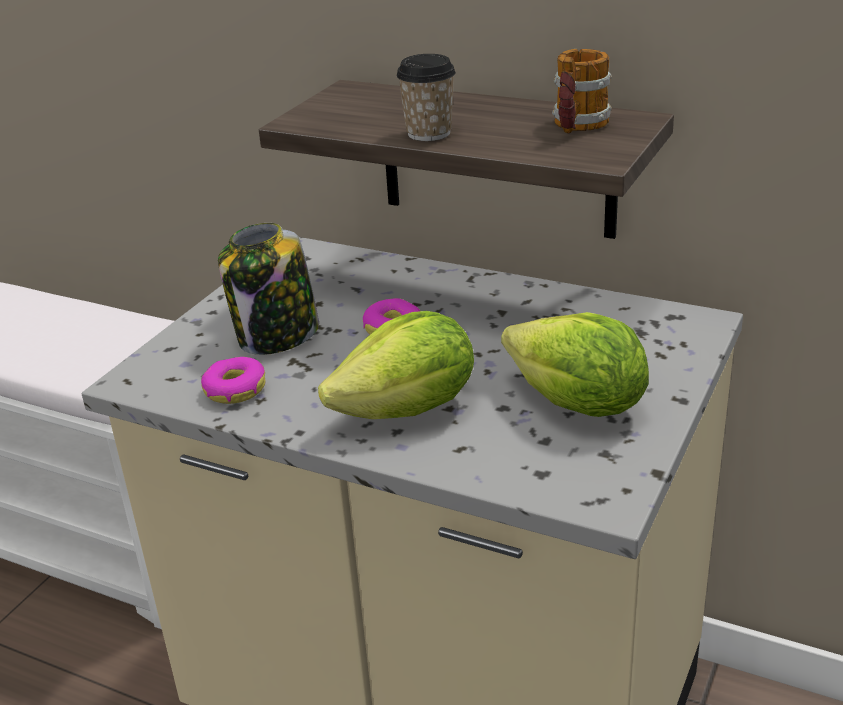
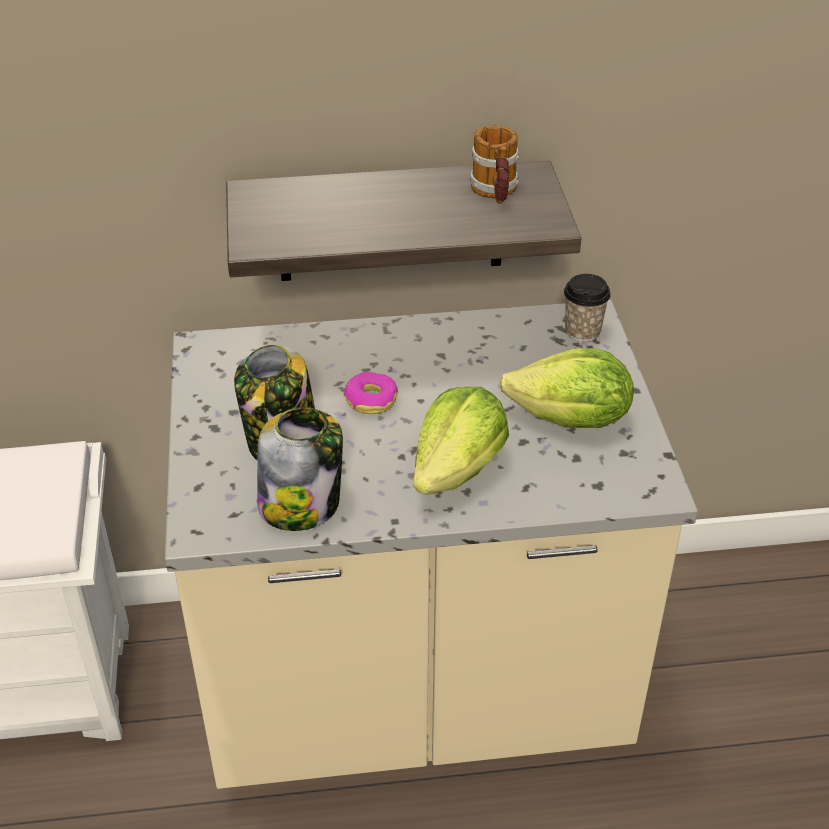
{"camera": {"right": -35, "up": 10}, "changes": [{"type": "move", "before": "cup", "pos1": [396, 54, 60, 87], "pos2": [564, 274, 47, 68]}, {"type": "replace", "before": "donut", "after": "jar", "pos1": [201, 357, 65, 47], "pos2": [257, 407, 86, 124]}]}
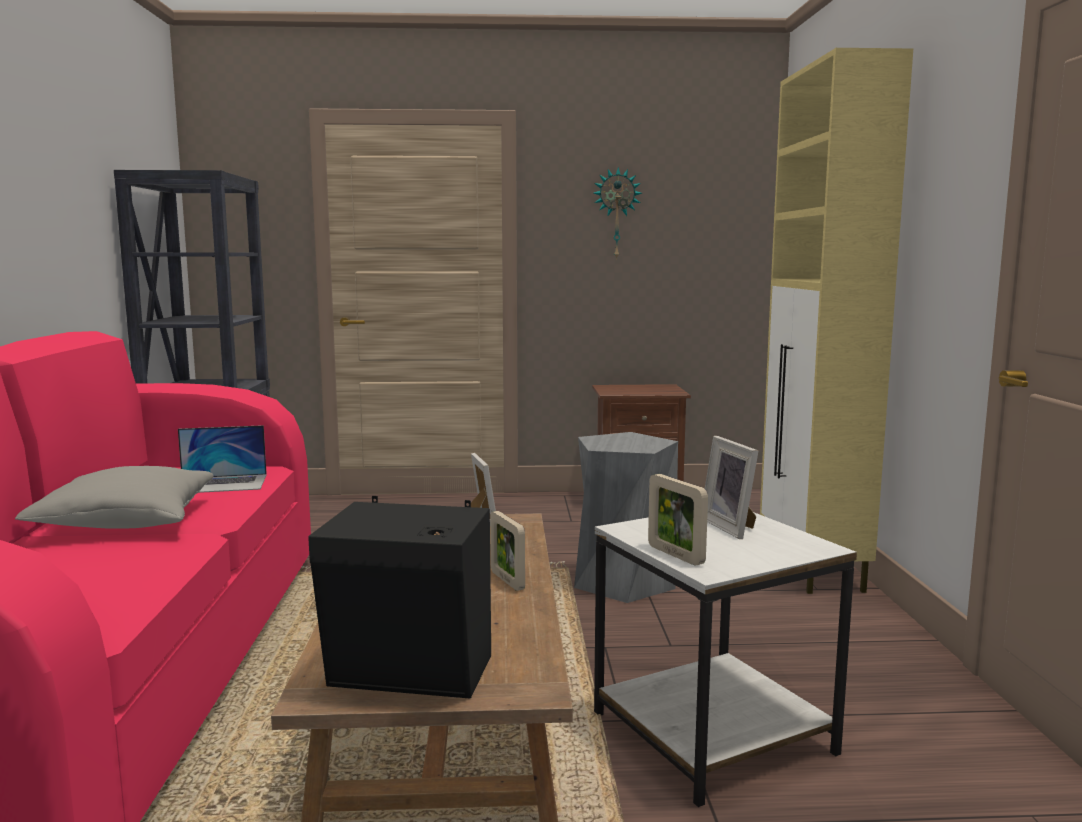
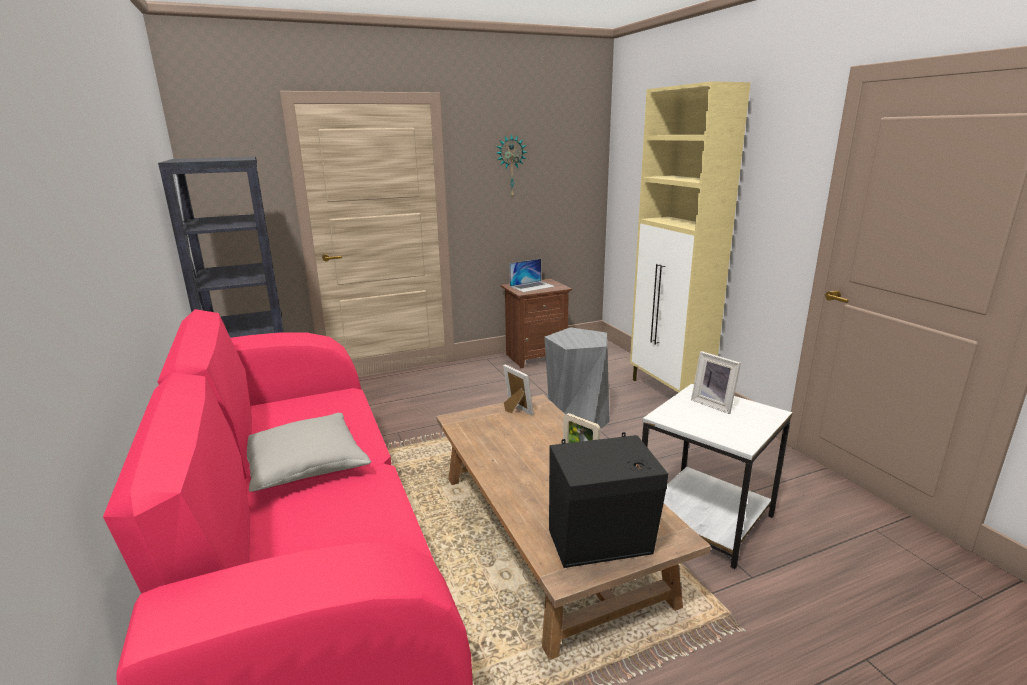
{"camera": {"right": -20, "up": 10}, "changes": [{"type": "move", "before": "laptop", "pos1": [178, 425, 89, 68], "pos2": [510, 259, 45, 33]}, {"type": "delete", "before": "picture frame", "pos1": [648, 474, 60, 92]}]}
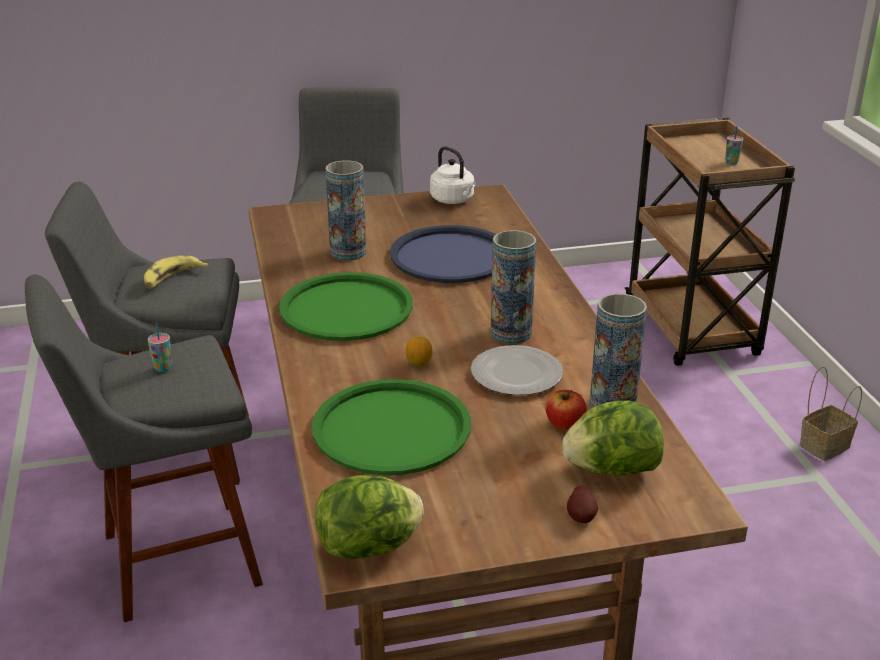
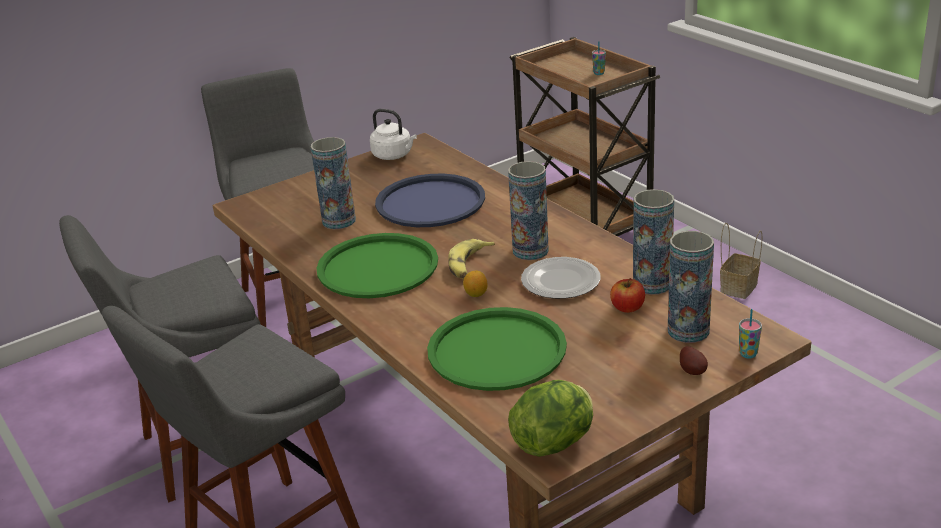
{"camera": {"right": -20, "up": 0}, "changes": [{"type": "move", "before": "banana", "pos1": [144, 255, 65, 34], "pos2": [448, 239, 47, 40]}, {"type": "move", "before": "cup", "pos1": [148, 323, 24, 49], "pos2": [739, 309, 23, 49]}, {"type": "replace", "before": "lettuce", "after": "vase", "pos1": [562, 401, 102, 75], "pos2": [668, 231, 46, 112]}]}
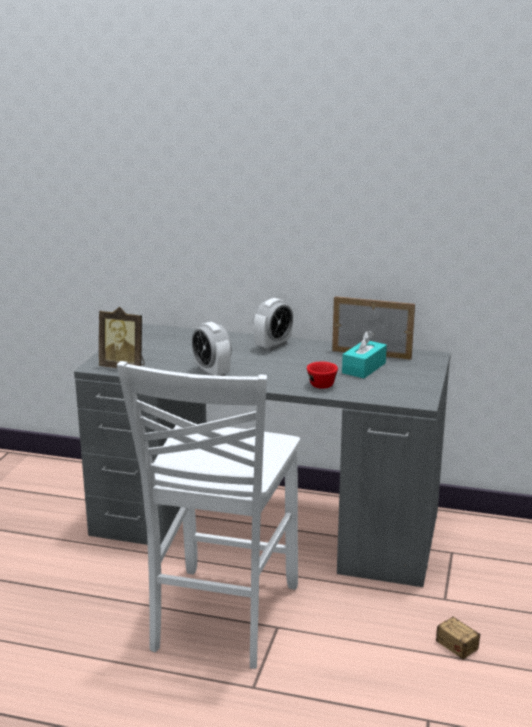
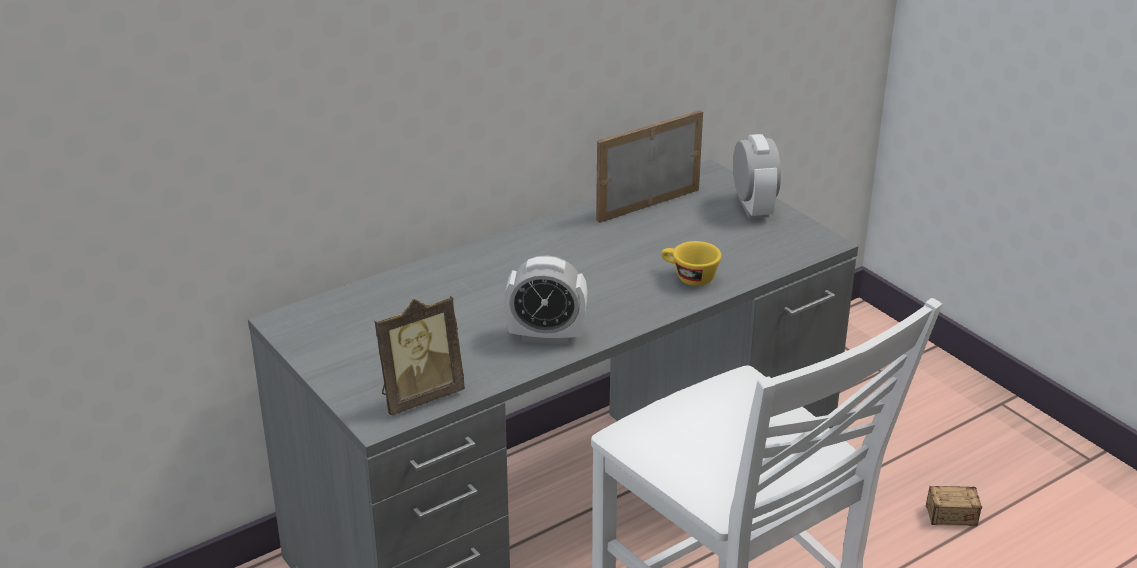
{"camera": {"right": -50, "up": 10}, "changes": [{"type": "move", "before": "alarm clock", "pos1": [253, 298, 40, 53], "pos2": [733, 134, 48, 85]}, {"type": "delete", "before": "turquoise tissue box", "pos1": [342, 330, 45, 48]}, {"type": "recolor", "before": "red cup", "after": "yellow cup", "pos1": [307, 361, 31, 28], "pos2": [661, 241, 60, 45]}]}
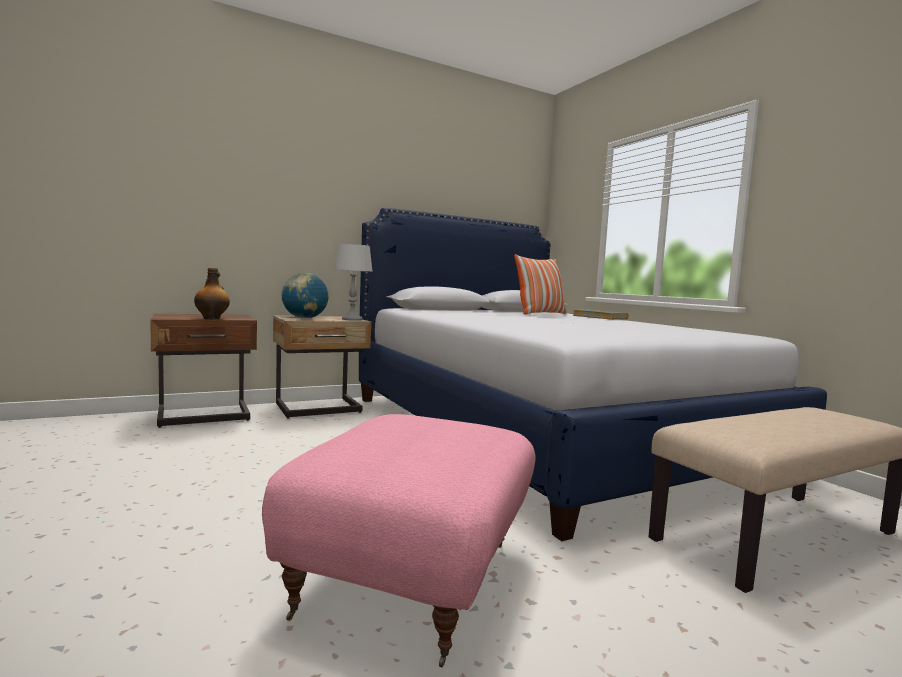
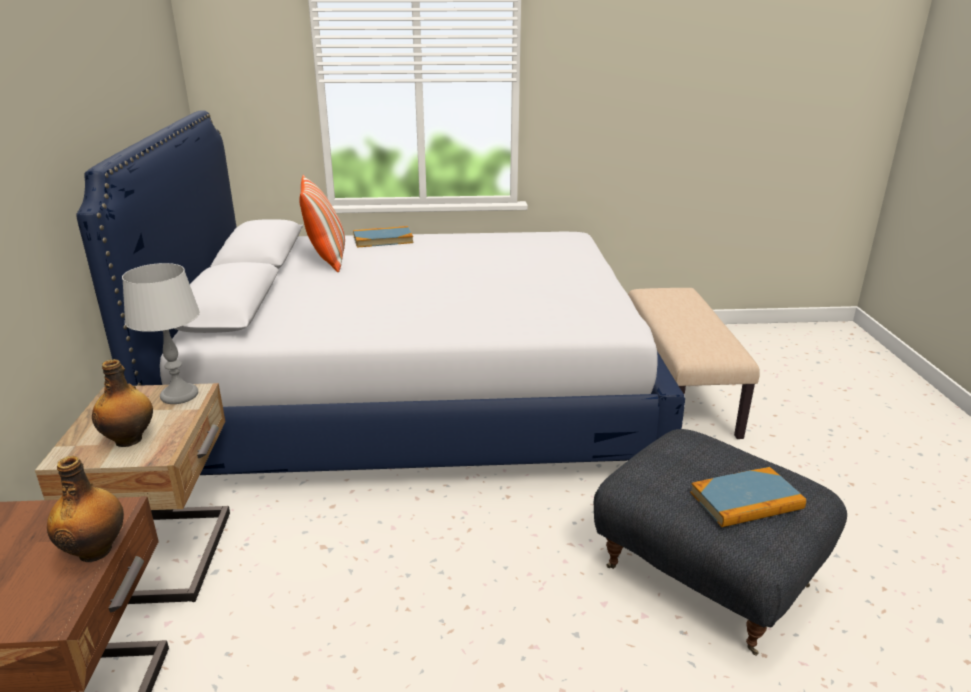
{"camera": {"right": -65, "up": 20}, "changes": [{"type": "replace", "before": "globe", "after": "bottle", "pos1": [282, 273, 47, 45], "pos2": [92, 359, 61, 88]}, {"type": "recolor", "before": "pink ottoman", "after": "grey ottoman", "pos1": [262, 414, 274, 253], "pos2": [594, 429, 253, 226]}, {"type": "insert", "after": "book", "pos2": [690, 467, 116, 60]}]}
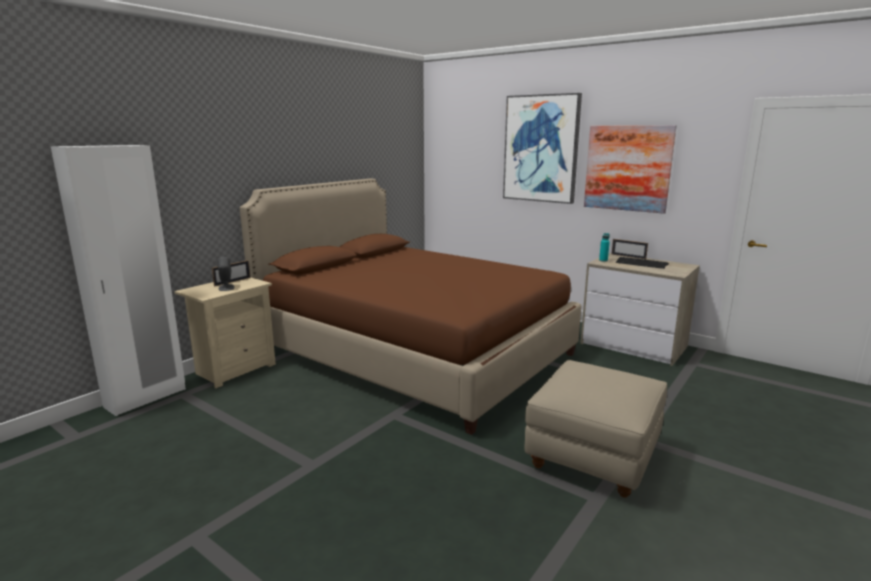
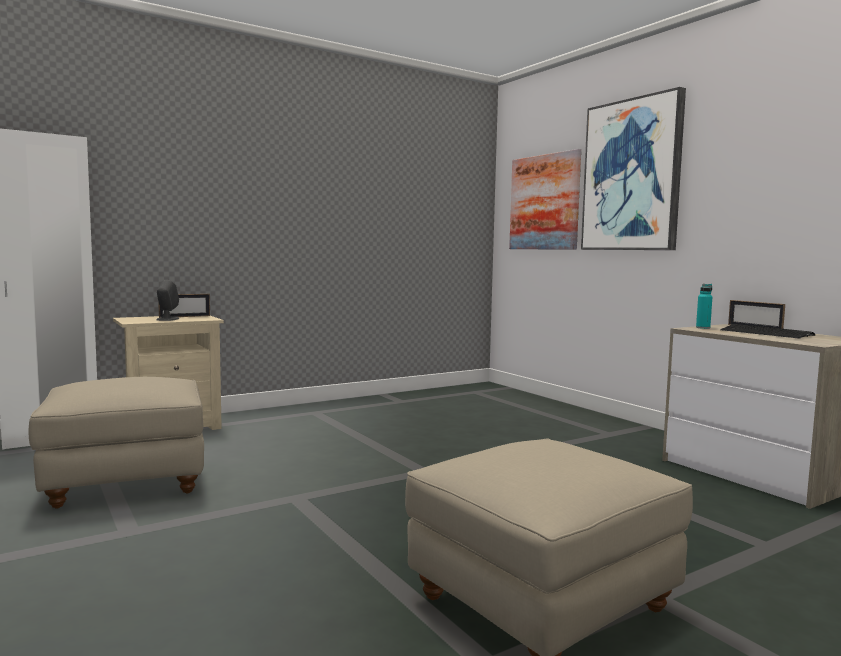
{"camera": {"right": 20, "up": -10}, "changes": [{"type": "move", "before": "picture", "pos1": [584, 125, 92, 89], "pos2": [509, 149, 72, 101]}, {"type": "delete", "before": "brown bed", "pos1": [240, 178, 341, 257]}, {"type": "insert", "after": "beige ottoman", "pos2": [29, 377, 175, 132]}]}
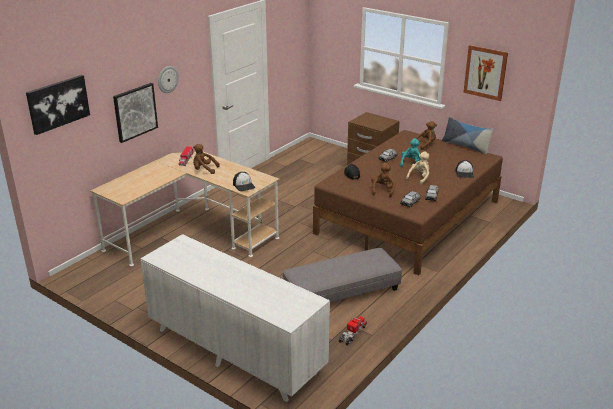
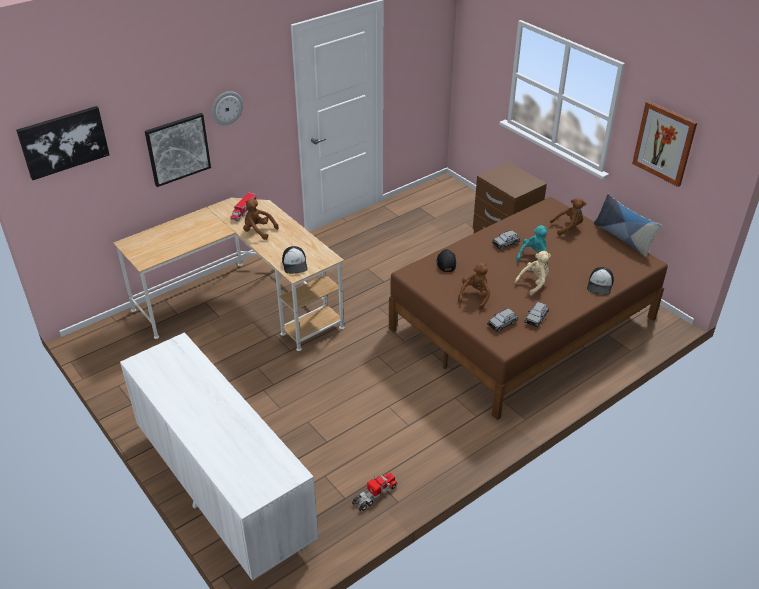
{"camera": {"right": 15, "up": 10}, "changes": [{"type": "delete", "before": "grey ottoman", "pos1": [283, 248, 119, 54]}]}
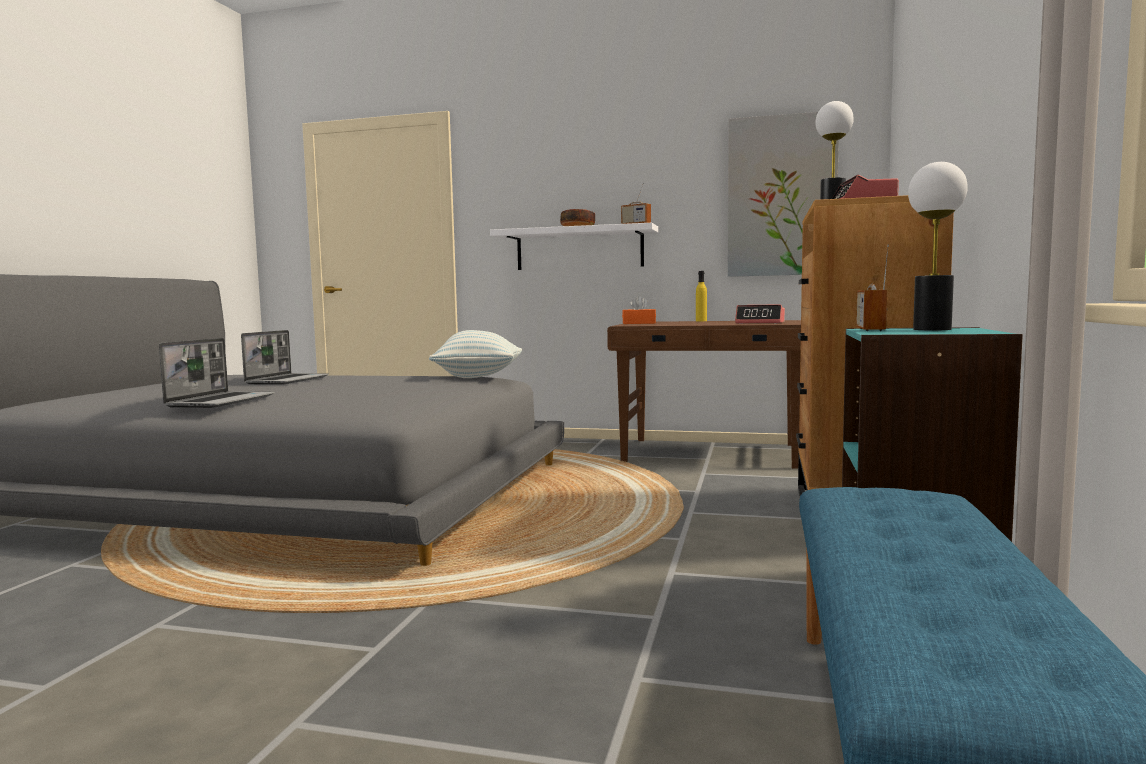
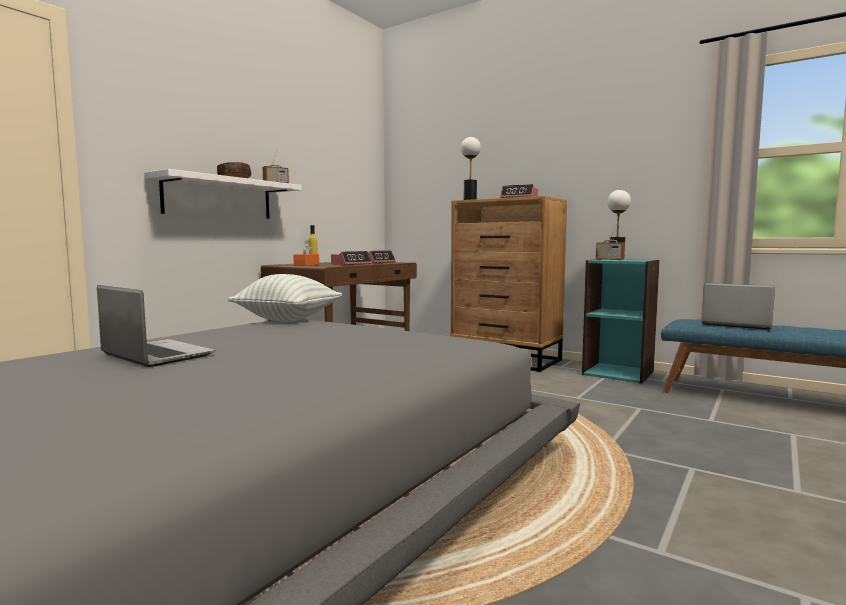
{"camera": {"right": -70, "up": 0}, "changes": [{"type": "delete", "before": "picture", "pos1": [728, 112, 111, 165]}, {"type": "move", "before": "laptop", "pos1": [159, 338, 115, 70], "pos2": [702, 283, 73, 47]}, {"type": "insert", "after": "alarm clock", "pos2": [331, 251, 41, 14]}]}
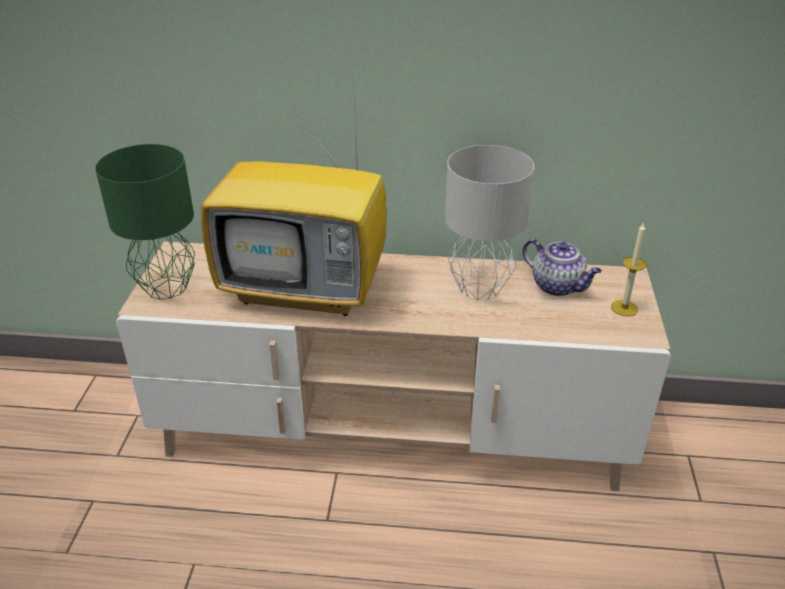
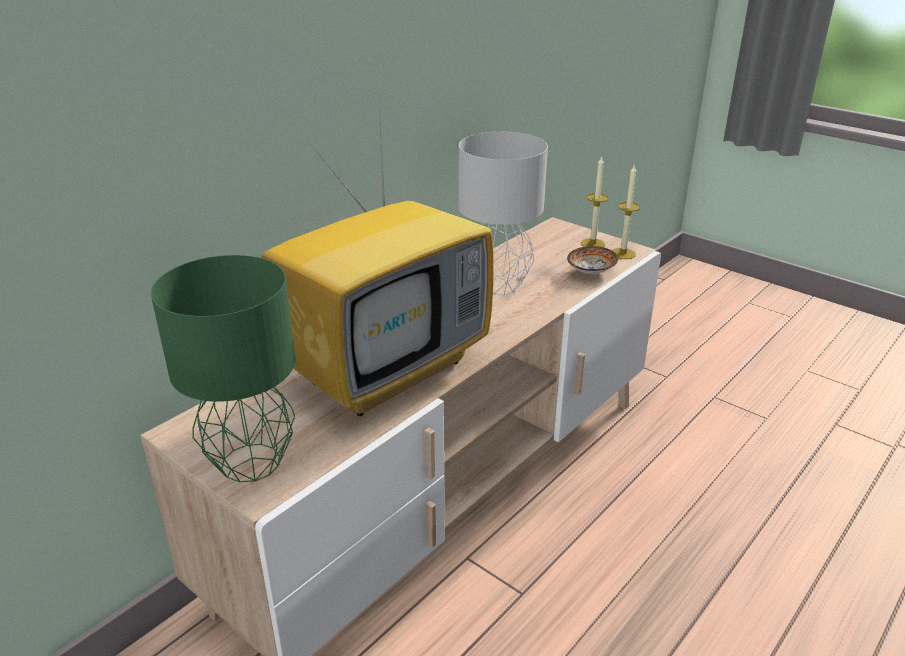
{"camera": {"right": -55, "up": -5}, "changes": [{"type": "delete", "before": "teapot", "pos1": [523, 239, 79, 57]}, {"type": "insert", "after": "candle", "pos2": [612, 164, 28, 95]}, {"type": "insert", "after": "bowl", "pos2": [567, 246, 51, 28]}]}
